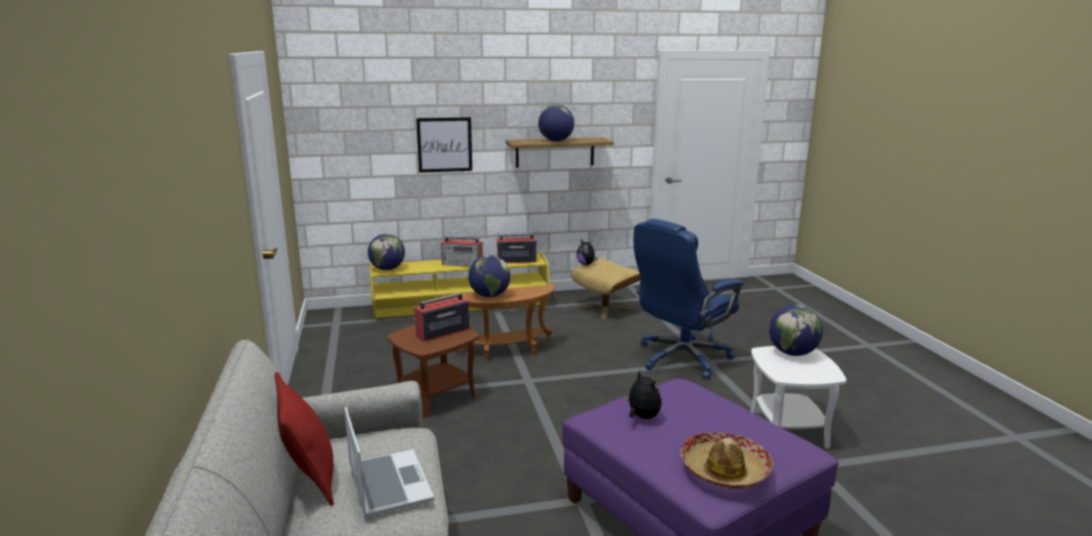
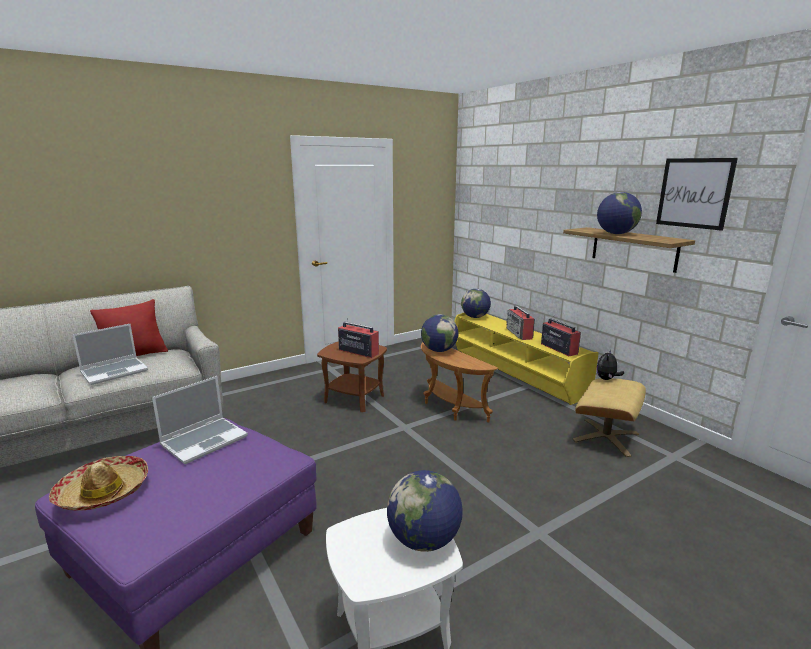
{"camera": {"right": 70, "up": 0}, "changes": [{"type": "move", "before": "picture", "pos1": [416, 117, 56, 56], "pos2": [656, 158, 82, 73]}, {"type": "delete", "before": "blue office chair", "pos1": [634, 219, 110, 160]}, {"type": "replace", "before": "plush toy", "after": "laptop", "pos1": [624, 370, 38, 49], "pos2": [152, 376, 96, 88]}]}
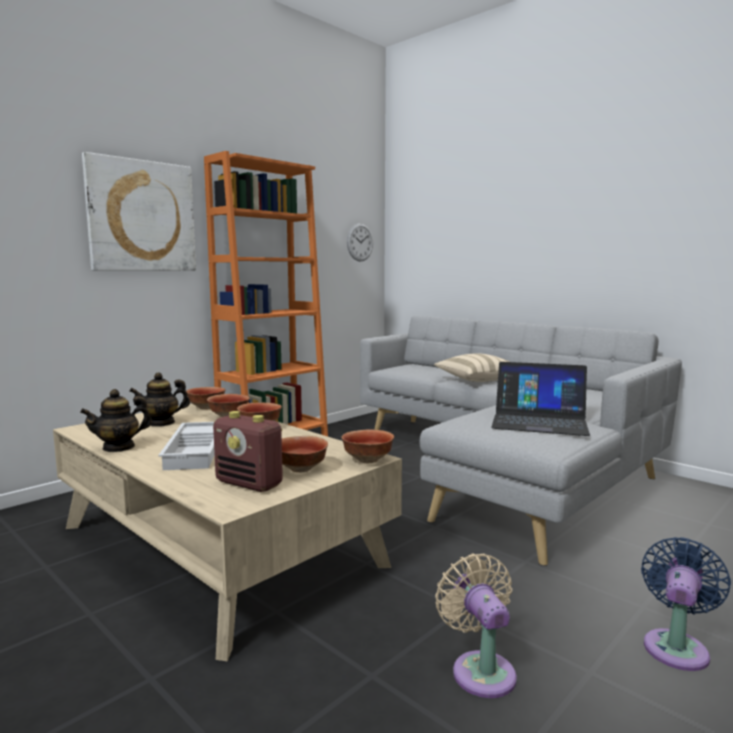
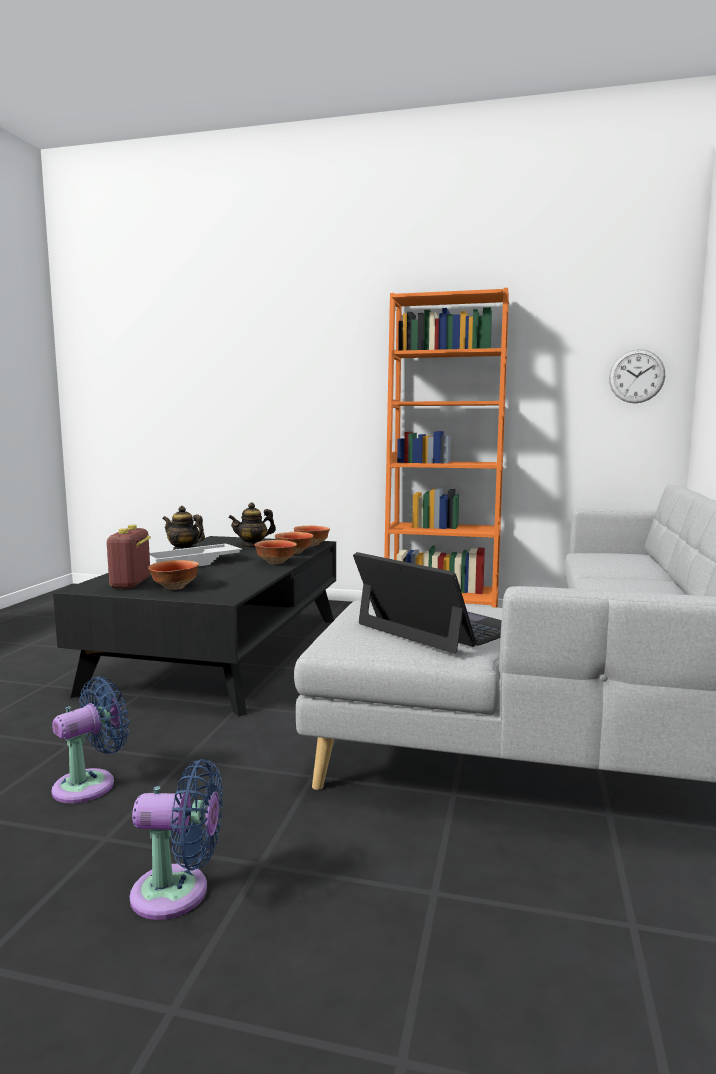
{"camera": {"right": 60, "up": 0}, "changes": [{"type": "delete", "before": "picture", "pos1": [82, 152, 114, 119]}, {"type": "delete", "before": "beige pillow", "pos1": [434, 353, 75, 29]}, {"type": "rotate", "before": "laptop", "pos1": [491, 362, 99, 74], "pos2": [353, 552, 149, 102], "turn": 150}, {"type": "rotate", "before": "teapot", "pos1": [129, 372, 61, 55], "pos2": [229, 502, 47, 46], "turn": -60}, {"type": "recolor", "before": "beige coffee table", "after": "black coffee table", "pos1": [53, 404, 349, 257], "pos2": [53, 536, 283, 181]}, {"type": "delete", "before": "bowl", "pos1": [341, 429, 53, 34]}, {"type": "recolor", "before": "beige fan", "after": "blue fan", "pos1": [435, 553, 82, 145], "pos2": [51, 677, 78, 126]}]}
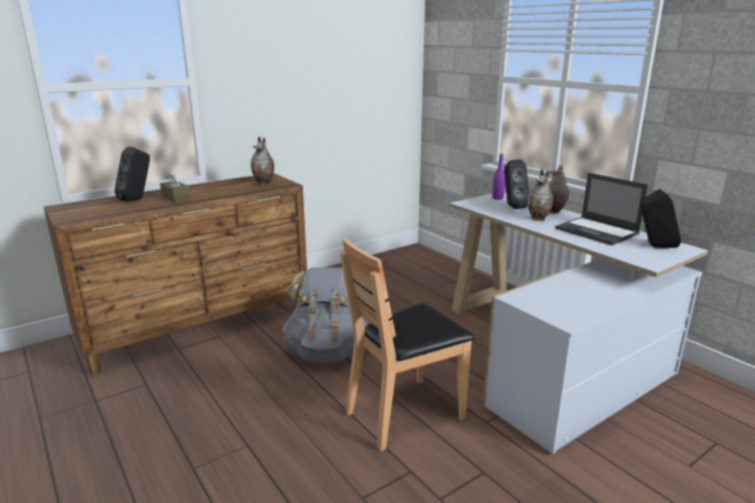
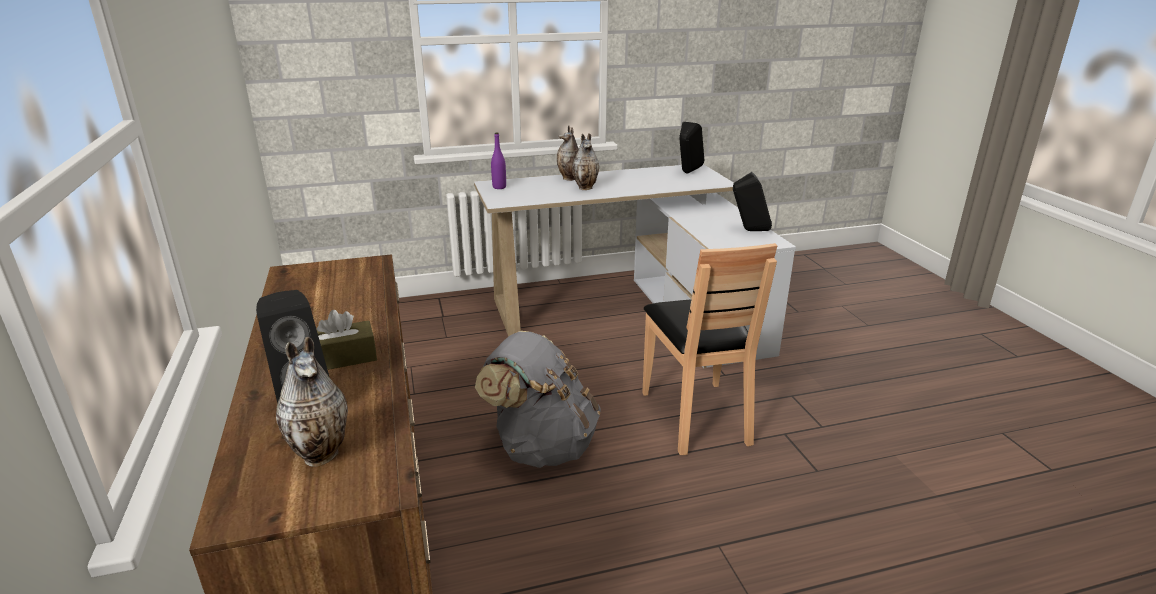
{"camera": {"right": -70, "up": 5}, "changes": [{"type": "move", "before": "vase", "pos1": [251, 137, 23, 48], "pos2": [276, 337, 72, 130]}, {"type": "move", "before": "black speaker", "pos1": [504, 160, 25, 49], "pos2": [733, 172, 39, 59]}, {"type": "delete", "before": "laptop", "pos1": [555, 173, 93, 72]}]}
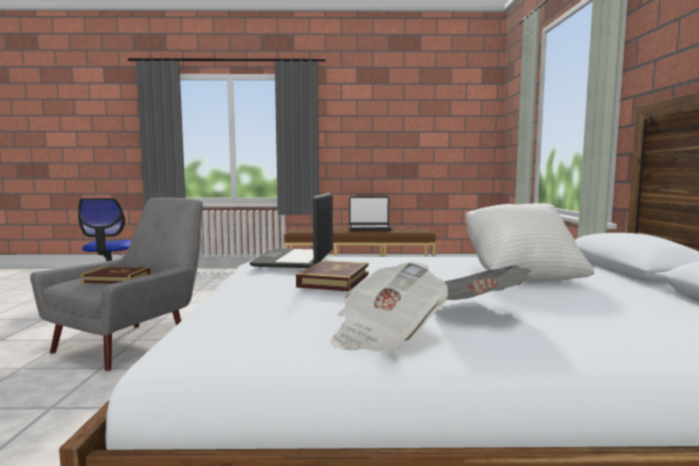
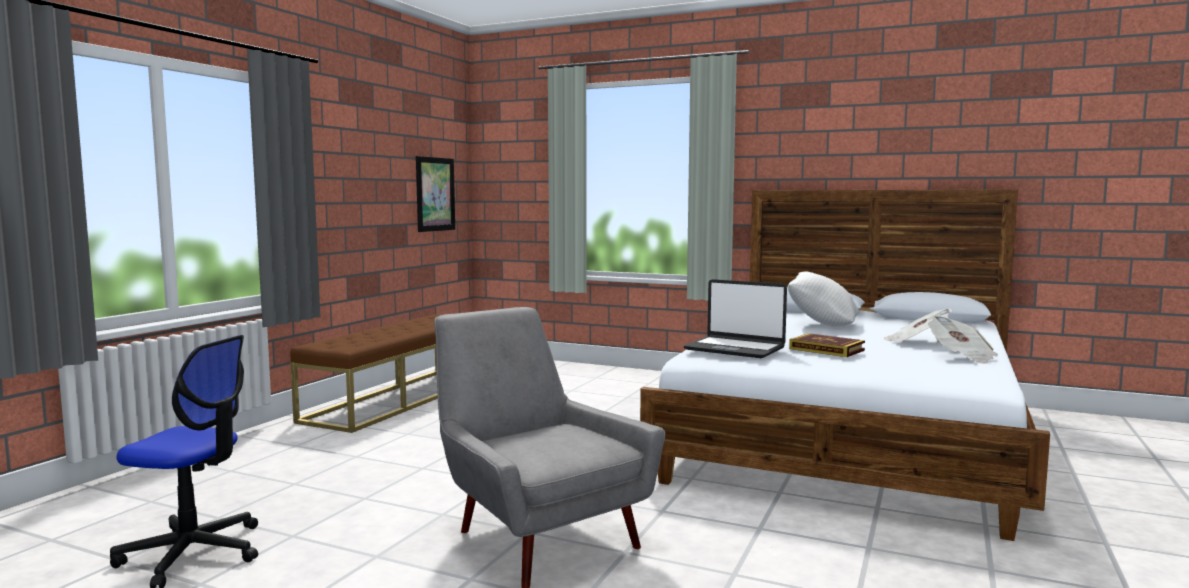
{"camera": {"right": -65, "up": 0}, "changes": [{"type": "delete", "before": "laptop", "pos1": [349, 196, 43, 35]}, {"type": "delete", "before": "book", "pos1": [80, 267, 70, 17]}, {"type": "insert", "after": "picture", "pos2": [416, 156, 39, 76]}]}
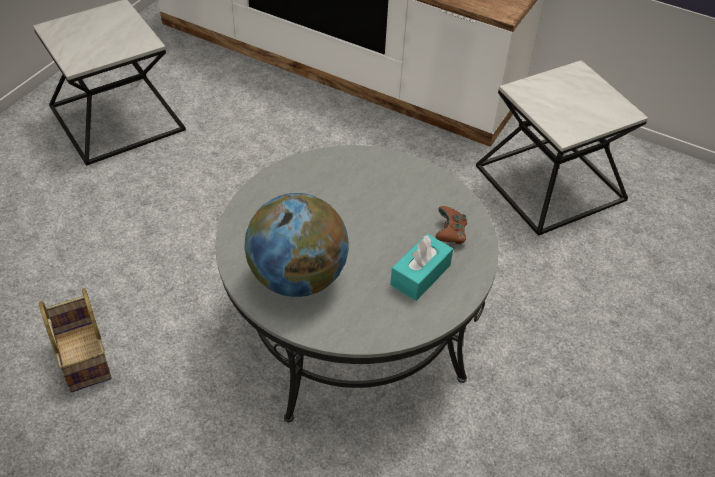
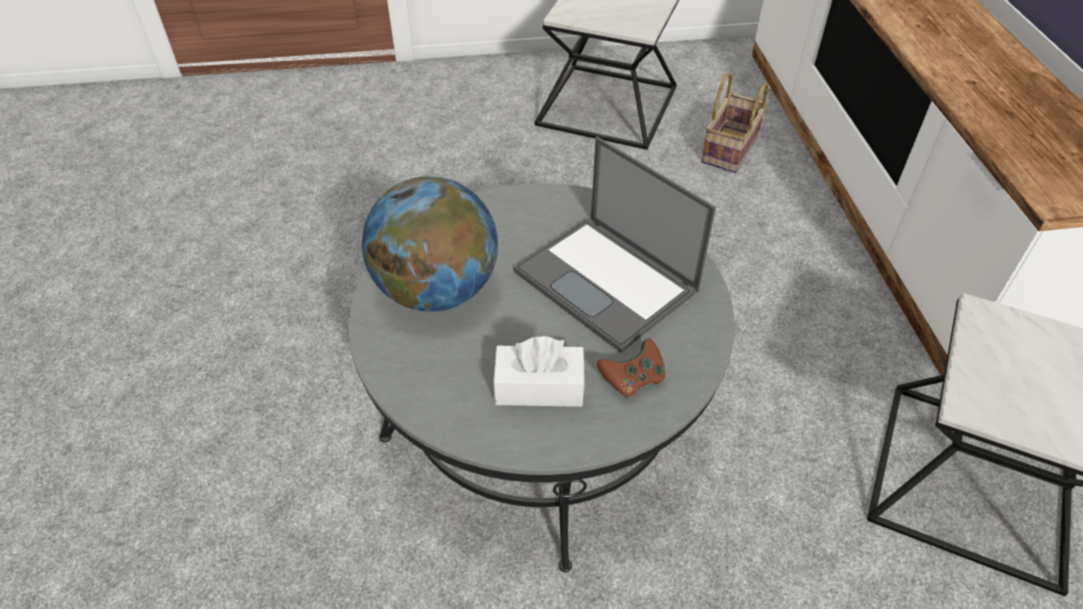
{"camera": {"right": 55, "up": 0}, "changes": [{"type": "recolor", "before": "turquoise tissue box", "after": "white tissue box", "pos1": [390, 234, 63, 67], "pos2": [493, 336, 92, 71]}, {"type": "move", "before": "basket", "pos1": [39, 288, 73, 104], "pos2": [701, 72, 68, 101]}, {"type": "insert", "after": "laptop", "pos2": [514, 137, 202, 216]}]}
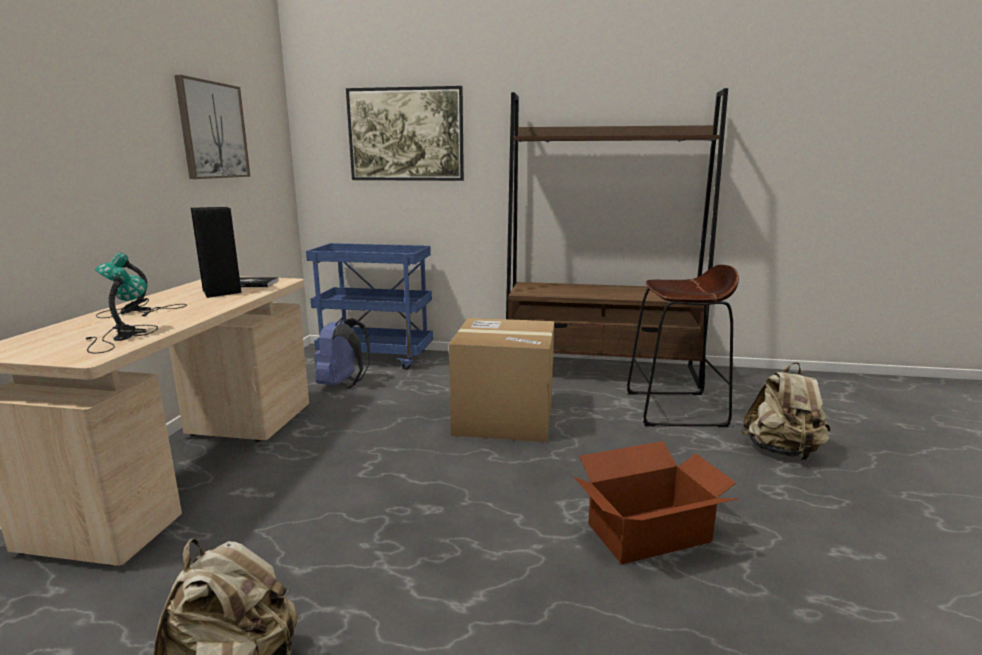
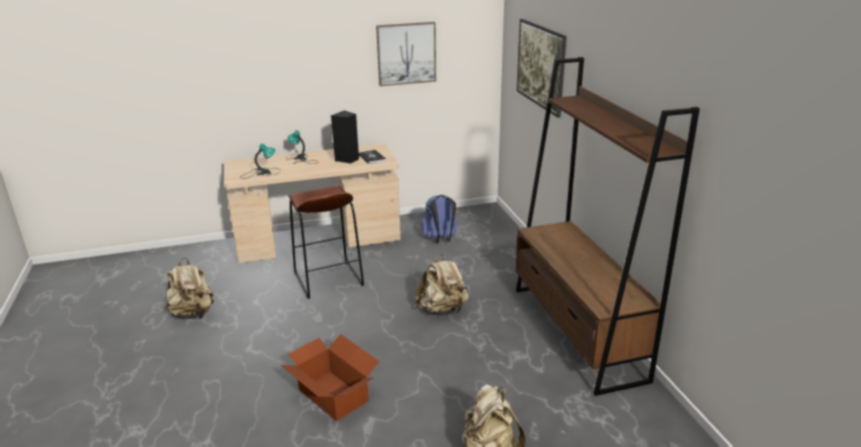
{"camera": {"right": 65, "up": 10}, "changes": [{"type": "delete", "before": "blue cart", "pos1": [306, 243, 127, 127]}, {"type": "move", "before": "brown stool", "pos1": [627, 265, 112, 162], "pos2": [289, 186, 75, 113]}, {"type": "replace", "before": "cardboard box", "after": "beige backpack", "pos1": [449, 318, 105, 124], "pos2": [415, 254, 54, 61]}]}
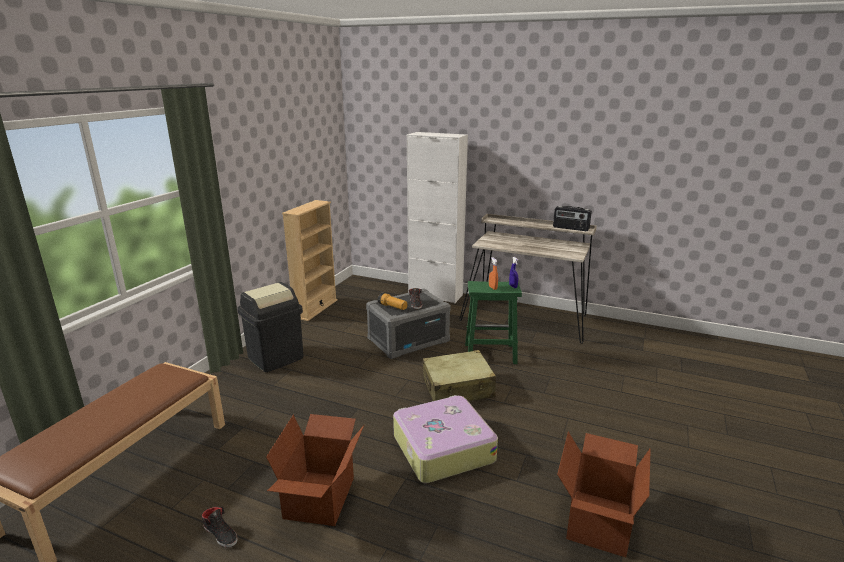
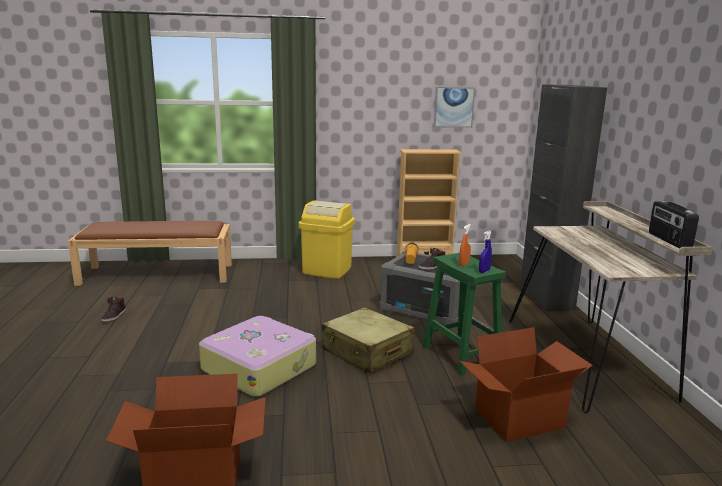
{"camera": {"right": 60, "up": -5}, "changes": [{"type": "recolor", "before": "white cabinet", "after": "black cabinet", "pos1": [407, 132, 61, 172], "pos2": [520, 84, 87, 227]}, {"type": "recolor", "before": "black trash can", "after": "yellow trash can", "pos1": [237, 282, 67, 90], "pos2": [299, 200, 56, 79]}, {"type": "move", "before": "cardboard box", "pos1": [266, 414, 98, 112], "pos2": [459, 327, 134, 115]}, {"type": "insert", "after": "picture", "pos2": [434, 87, 41, 41]}]}
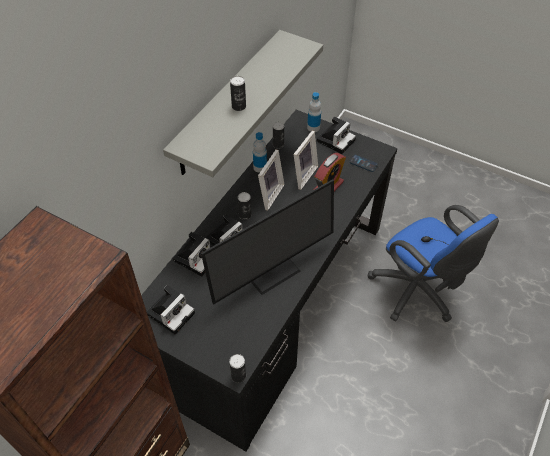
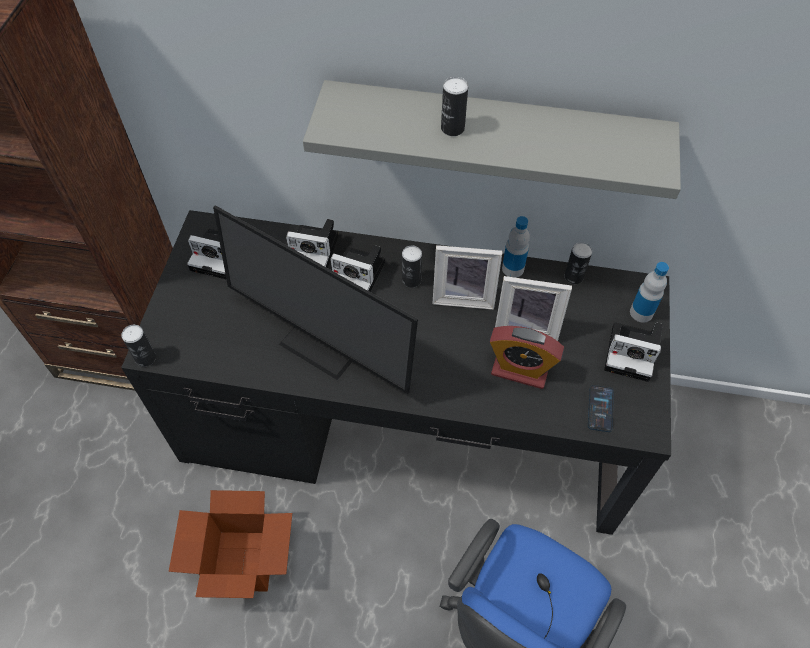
{"camera": {"right": 70, "up": 5}, "changes": [{"type": "insert", "after": "cardboard box", "pos2": [169, 490, 123, 108]}]}
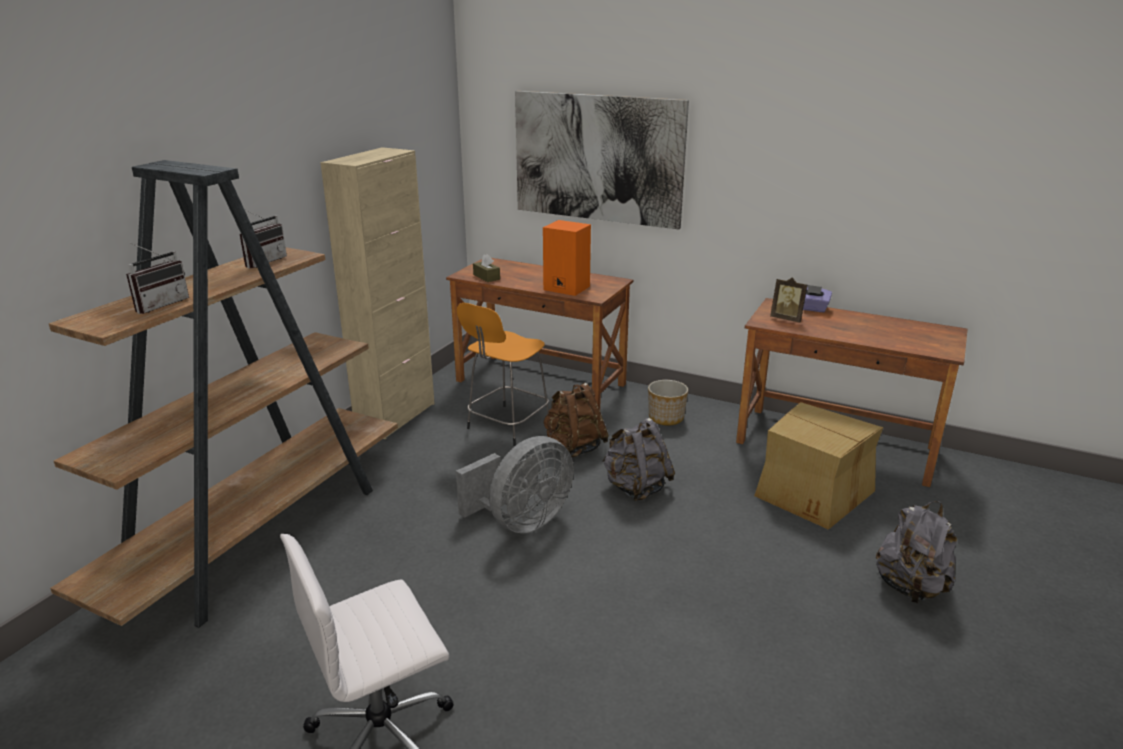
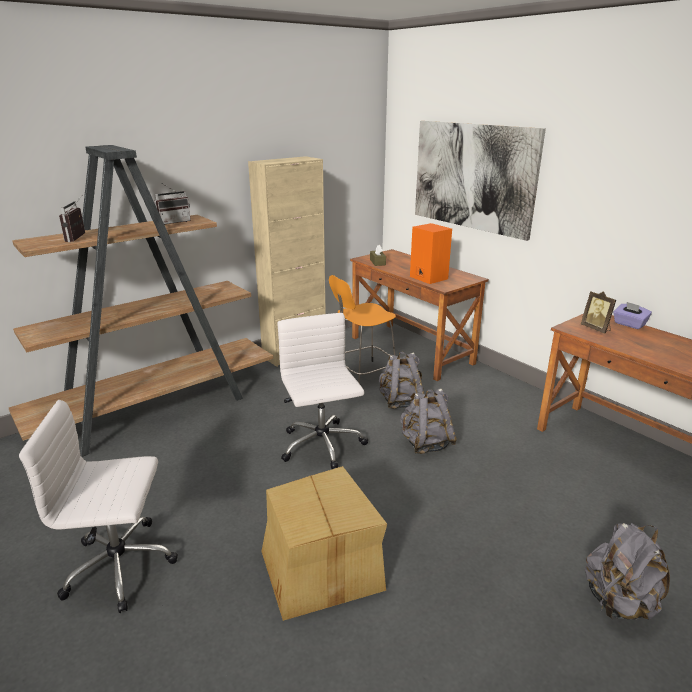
{"camera": {"right": 25, "up": 0}, "changes": [{"type": "rotate", "before": "radio", "pos1": [126, 243, 63, 71], "pos2": [59, 196, 26, 46], "turn": 120}, {"type": "delete", "before": "planter", "pos1": [648, 380, 40, 46]}, {"type": "recolor", "before": "brown backpack", "after": "grey backpack", "pos1": [544, 383, 65, 74], "pos2": [379, 352, 45, 57]}, {"type": "move", "before": "cardboard box", "pos1": [754, 402, 129, 128], "pos2": [262, 466, 125, 155]}, {"type": "replace", "before": "grey fan", "after": "white office chair", "pos1": [456, 436, 118, 97], "pos2": [278, 313, 90, 156]}]}
